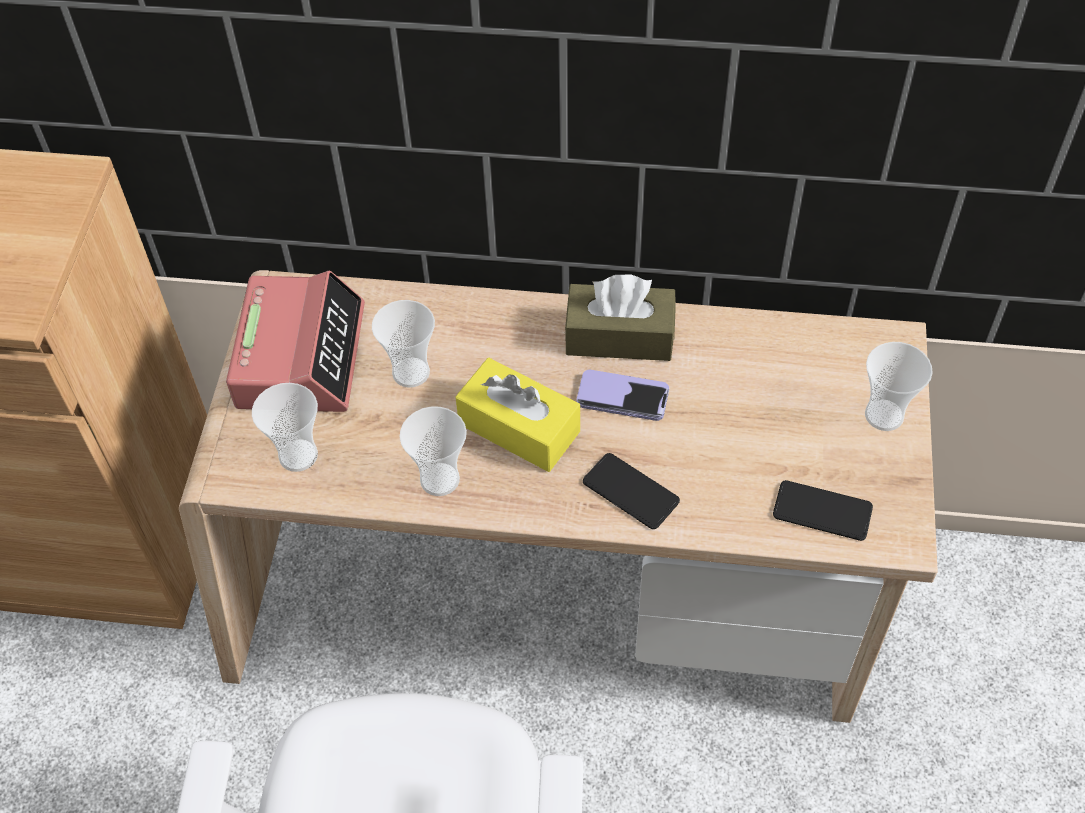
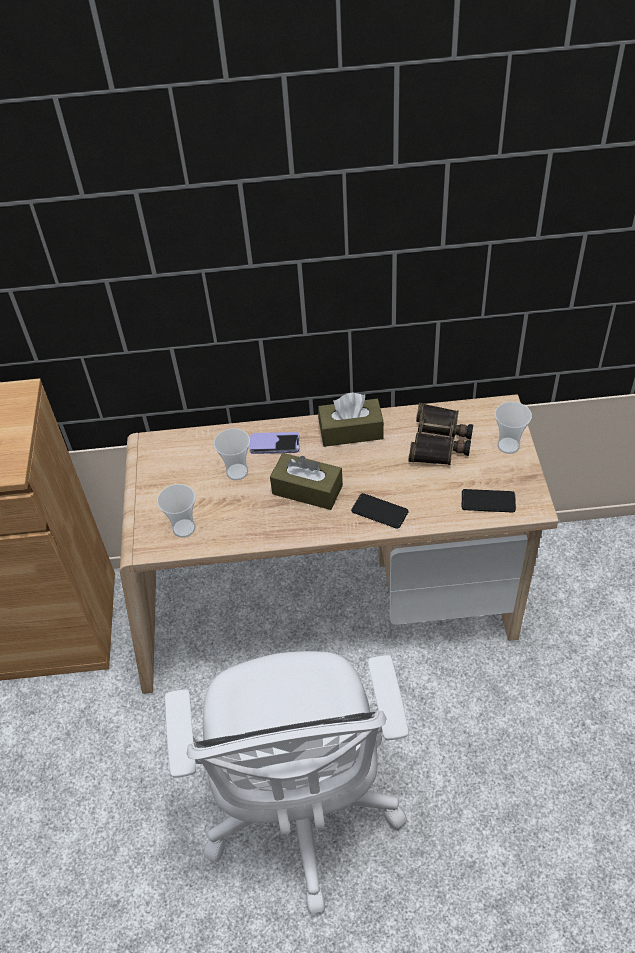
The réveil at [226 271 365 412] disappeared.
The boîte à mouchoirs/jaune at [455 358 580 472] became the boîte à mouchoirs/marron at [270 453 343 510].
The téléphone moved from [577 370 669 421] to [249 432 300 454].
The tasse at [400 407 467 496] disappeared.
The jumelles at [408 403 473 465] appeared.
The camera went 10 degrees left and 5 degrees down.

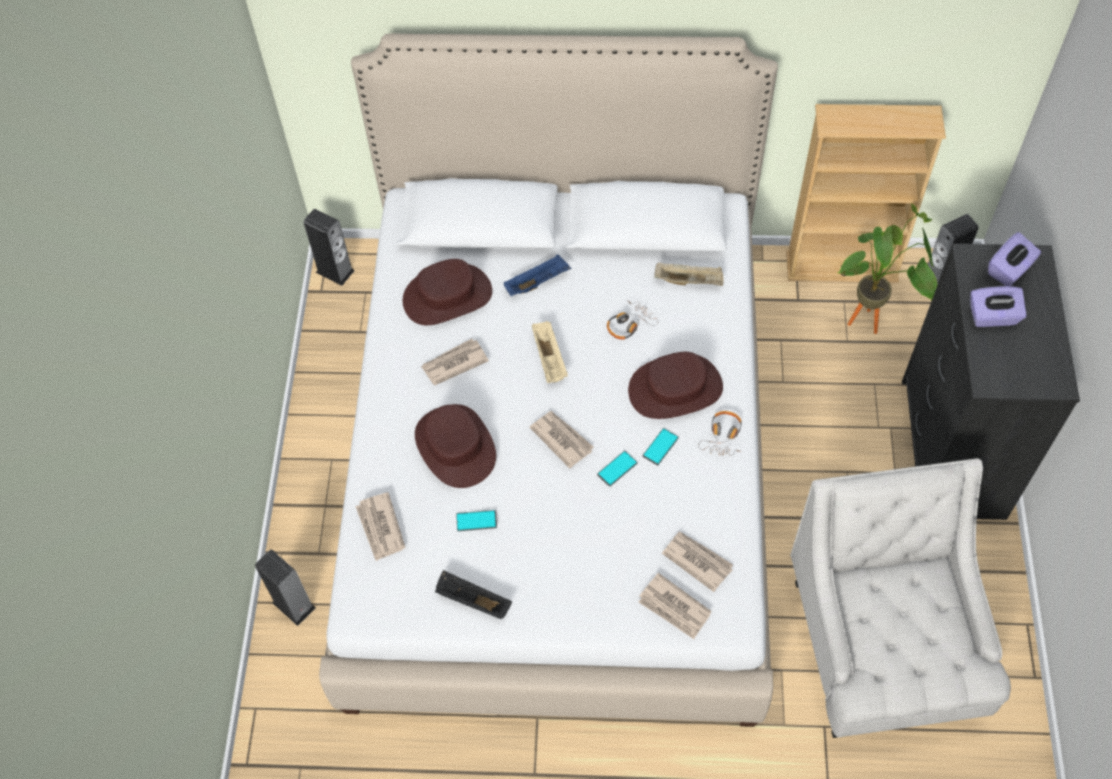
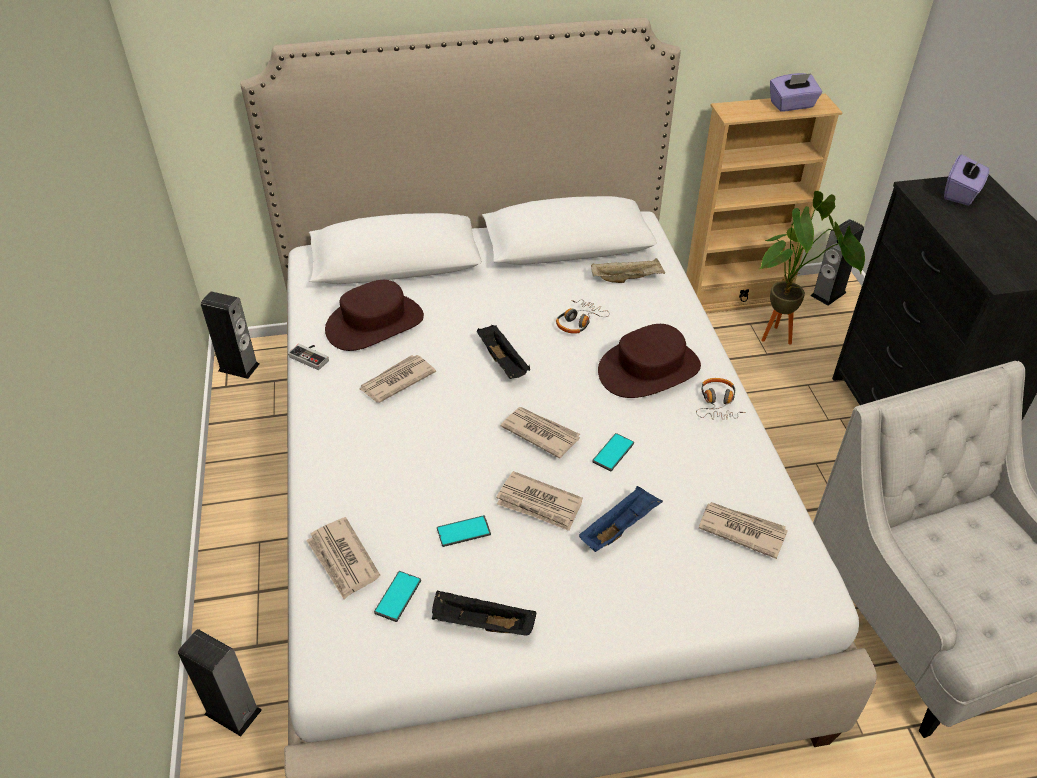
The plateau/bleu moved from [504 254 571 296] to [579 486 663 552].
The boîte à mouchoirs/violet moved from [970 286 1027 327] to [770 73 822 112].
The plateau/beige at [532 321 568 383] became the plateau/noir at [477 325 530 379].
The chapeau/marron at [415 404 496 488] disappeared.
The téléphone moved from [643 428 679 466] to [374 571 421 622].
The journal moved from [639 573 712 639] to [496 471 583 531].
The manette at [288 344 329 370] appeared.
The camera went 15 degrees left and 15 degrees down.

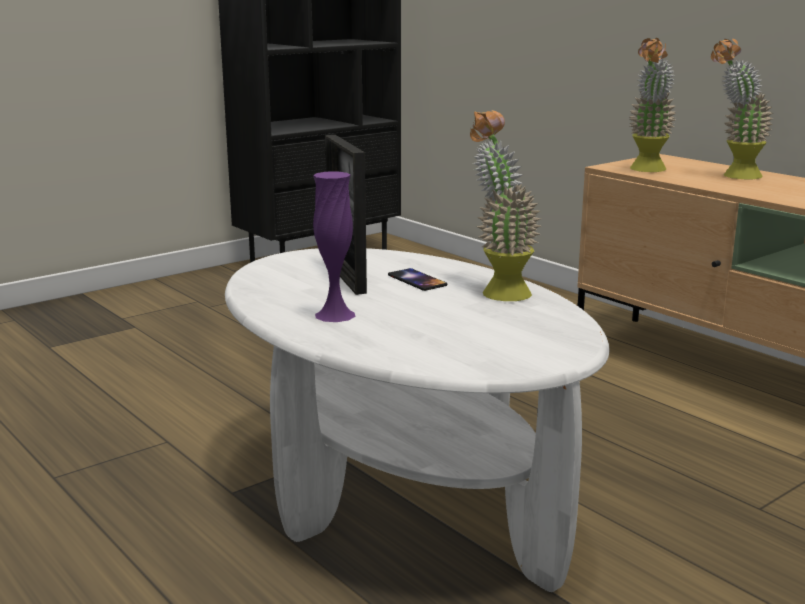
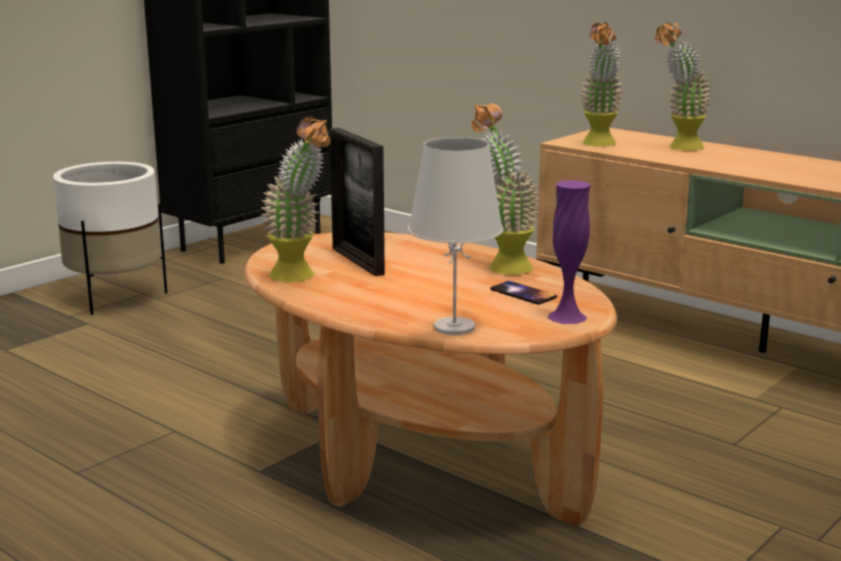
The vase/violet moved from [313 171 356 322] to [548 180 591 324].
The table basse/blanc at [225 248 609 592] became the table basse/marron at [244 233 617 526].
The téléphone moved from [388 268 448 291] to [490 281 557 305].
The plante en pot at [260 116 331 282] appeared.
The lampe de table/blanc at [408 137 503 335] appeared.
The cache-pot/blanc at [53 162 167 315] appeared.
The camera went 10 degrees left and 0 degrees up.

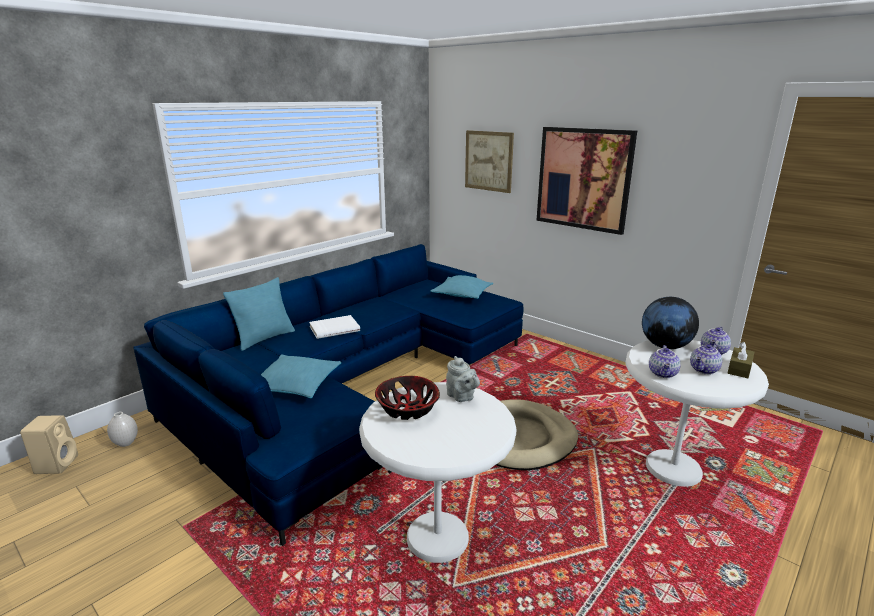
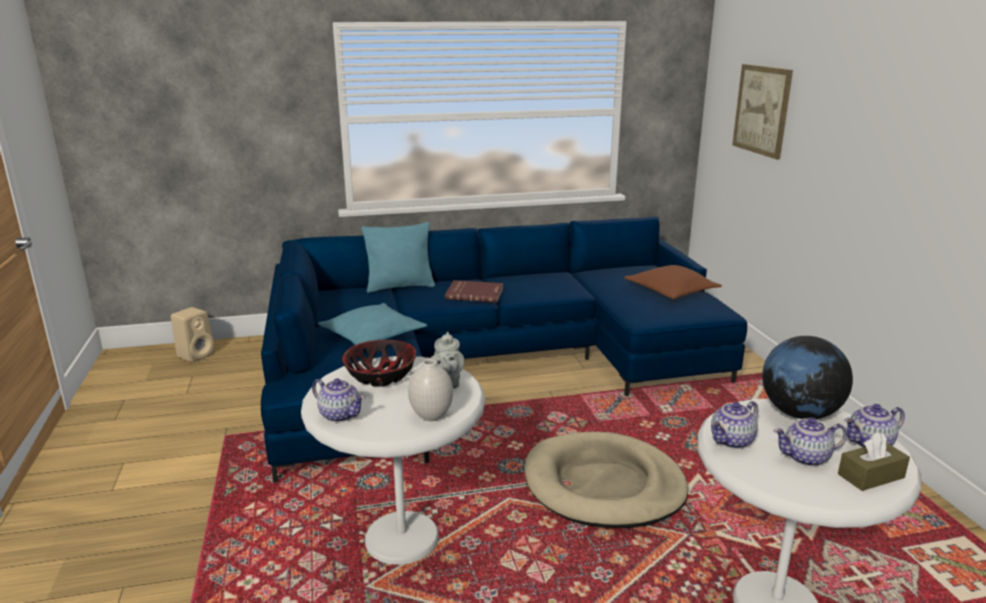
The tableau at [536 127 637 235] disappeared.
The coussin/turquoise at [431 275 493 299] became the coussin/marron at [624 265 722 299].
The livre/blanc at [309 315 360 339] became the livre/rouge at [445 280 504 303].
The vase/blanc moved from [107 412 138 447] to [408 359 453 421].
The théière at [312 378 365 422] appeared.
The camera went 35 degrees right and 0 degrees up.

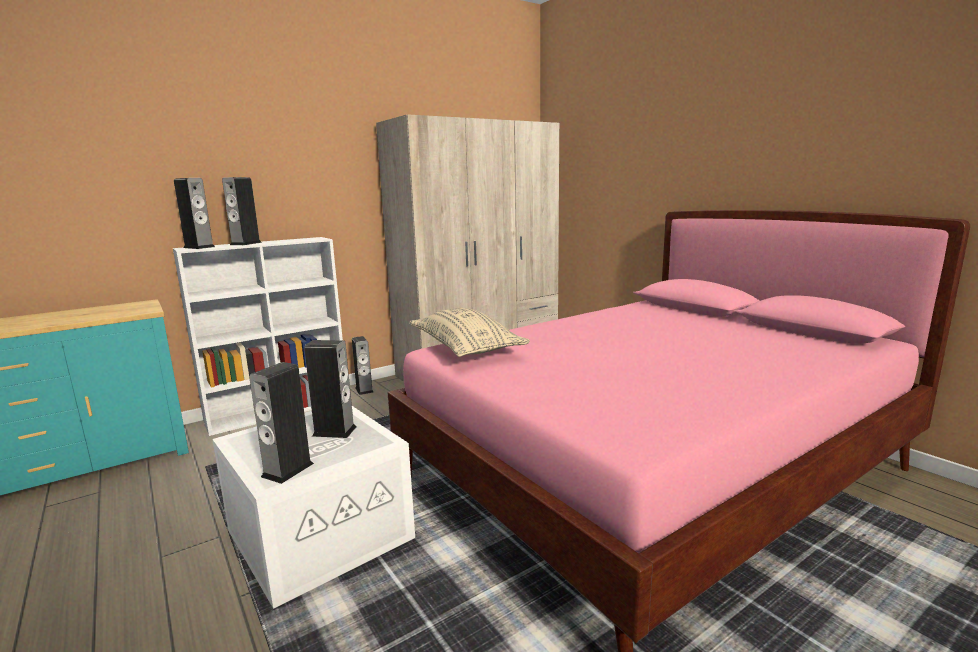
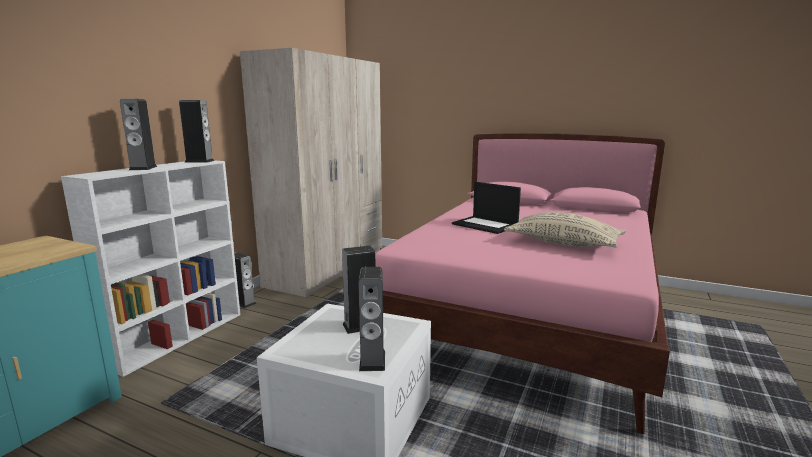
The enceinte moved from [174 178 215 249] to [179 100 214 163].
The coussin/beige moved from [409 308 530 357] to [504 212 626 248].
The ordinateur portable at [452 182 521 234] appeared.
The camera went 30 degrees left and 0 degrees up.

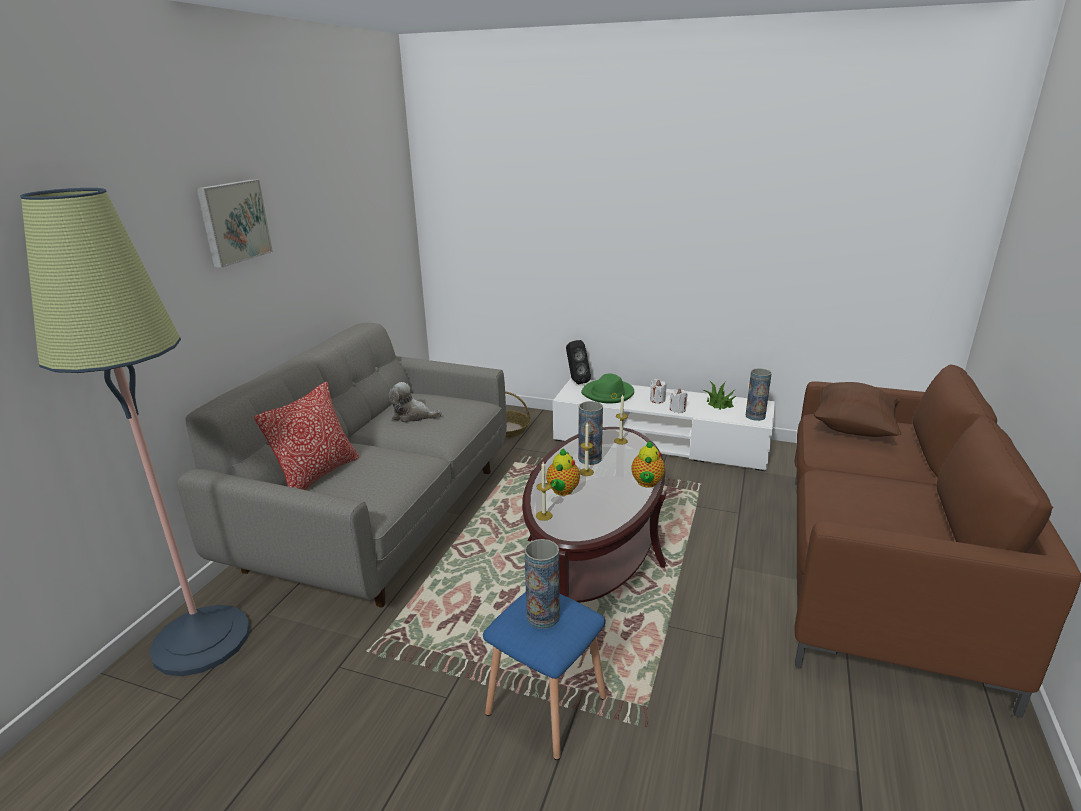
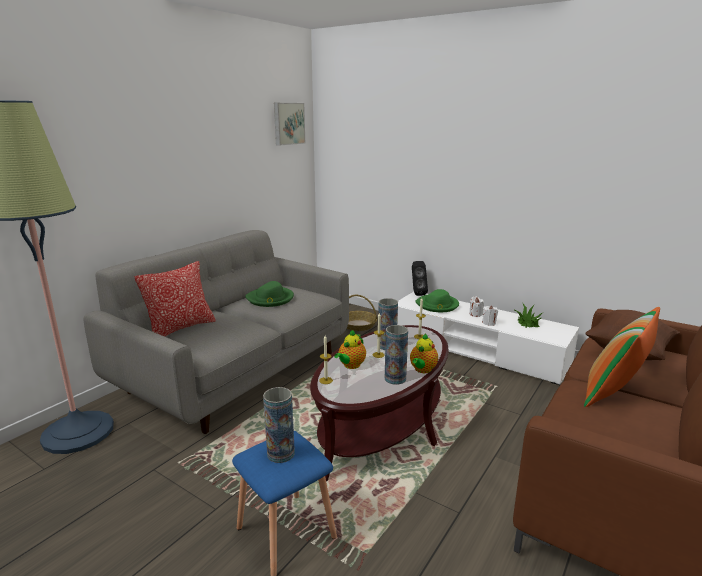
The tableau moved from [196 179 273 268] to [274 103 305 146].
The vase moved from [746 368 772 421] to [385 325 408 385].
The peluche at [389 382 442 423] was replaced by the chapeau/vert at [245 281 294 307].
The coussin at [584 307 660 407] appeared.
The camera went 15 degrees right and 5 degrees down.

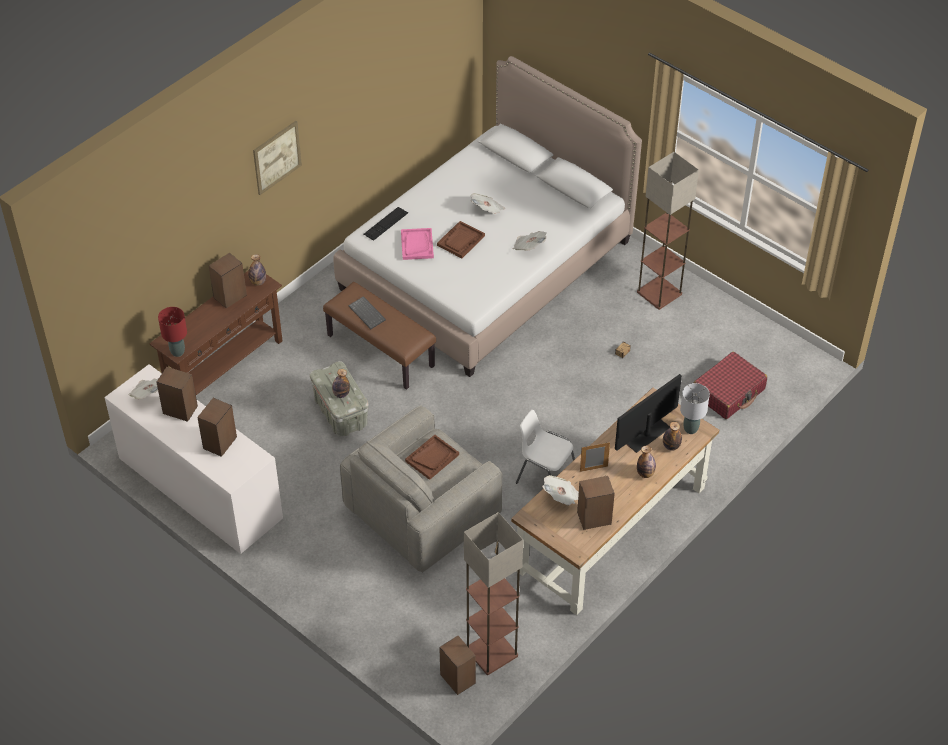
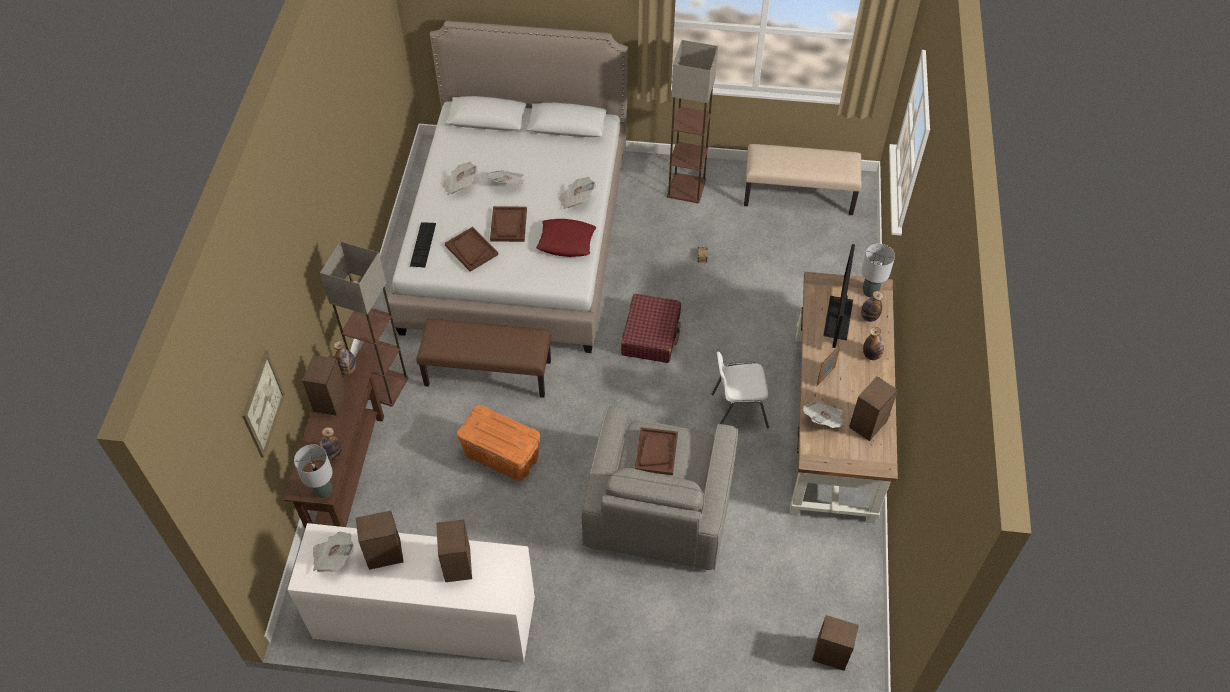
The tableau moved from [253 121 302 195] to [242 351 285 458].
The plateau/rose at [401 228 434 260] became the plateau/marron at [445 227 498 272].
The clavier at [348 296 386 329] disappeared.
The lampe de table/rouge at [158 307 187 357] became the lampe de table/gris at [294 444 333 498].
The valise/rouge moved from [694 351 767 419] to [621 294 681 363].
The boîte de rangement/gris at [310 361 369 437] became the boîte de rangement/orange at [457 405 540 481].
The bouteille moved from [332 369 350 398] to [319 427 342 461].
The lampadaire moved from [464 512 523 675] to [320 241 408 407].
The banc/beige at [744 144 862 215] appeared.
The journal at [441 162 477 195] appeared.
The coussin/rouge at [536 219 596 257] appeared.
The camera went 35 degrees left and 5 degrees up.

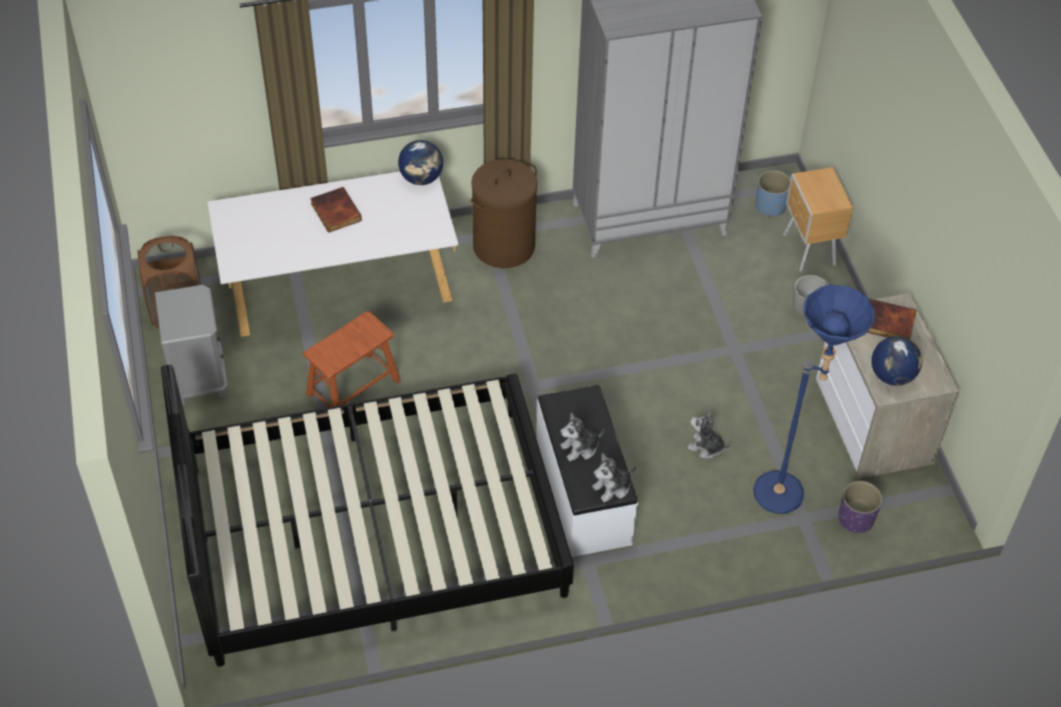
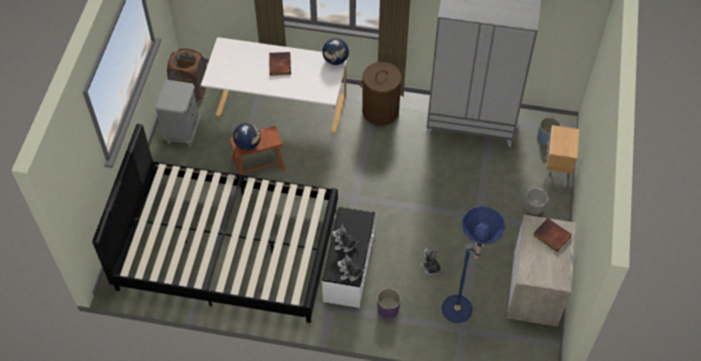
The globe moved from [871 336 922 386] to [233 123 261 150].
The cache-pot/violet moved from [838 481 882 533] to [377 288 401 319].
The camera went 25 degrees right and 5 degrees up.

